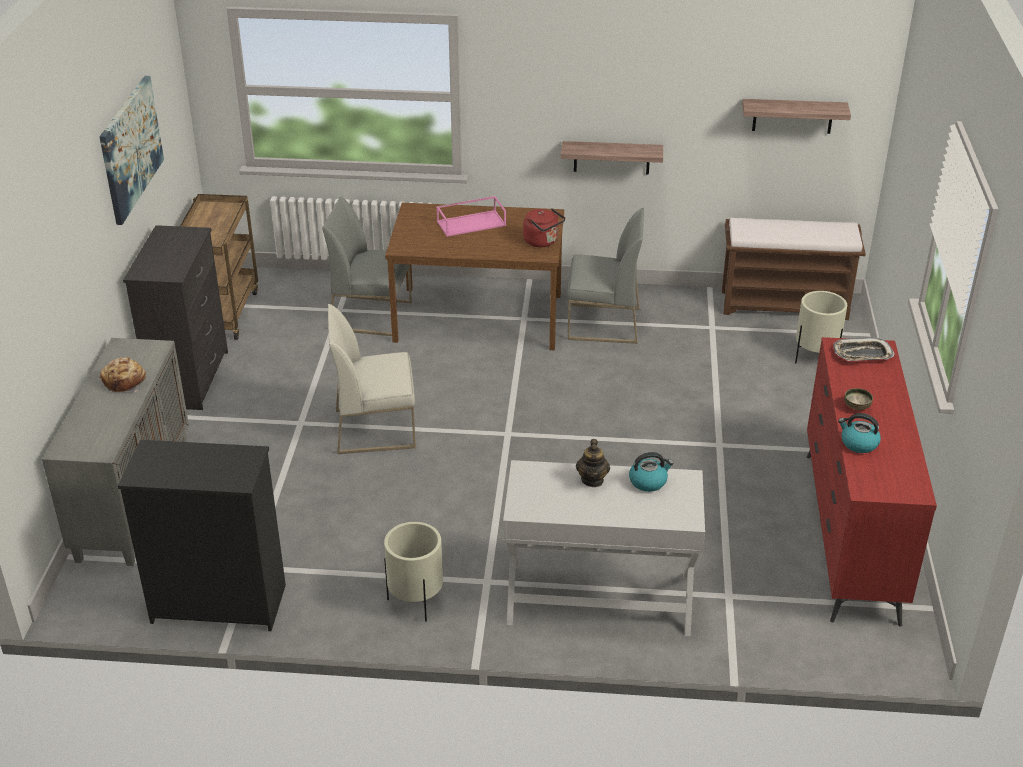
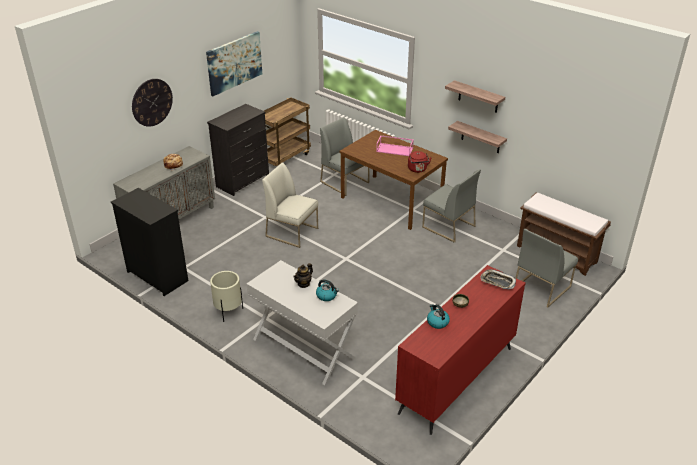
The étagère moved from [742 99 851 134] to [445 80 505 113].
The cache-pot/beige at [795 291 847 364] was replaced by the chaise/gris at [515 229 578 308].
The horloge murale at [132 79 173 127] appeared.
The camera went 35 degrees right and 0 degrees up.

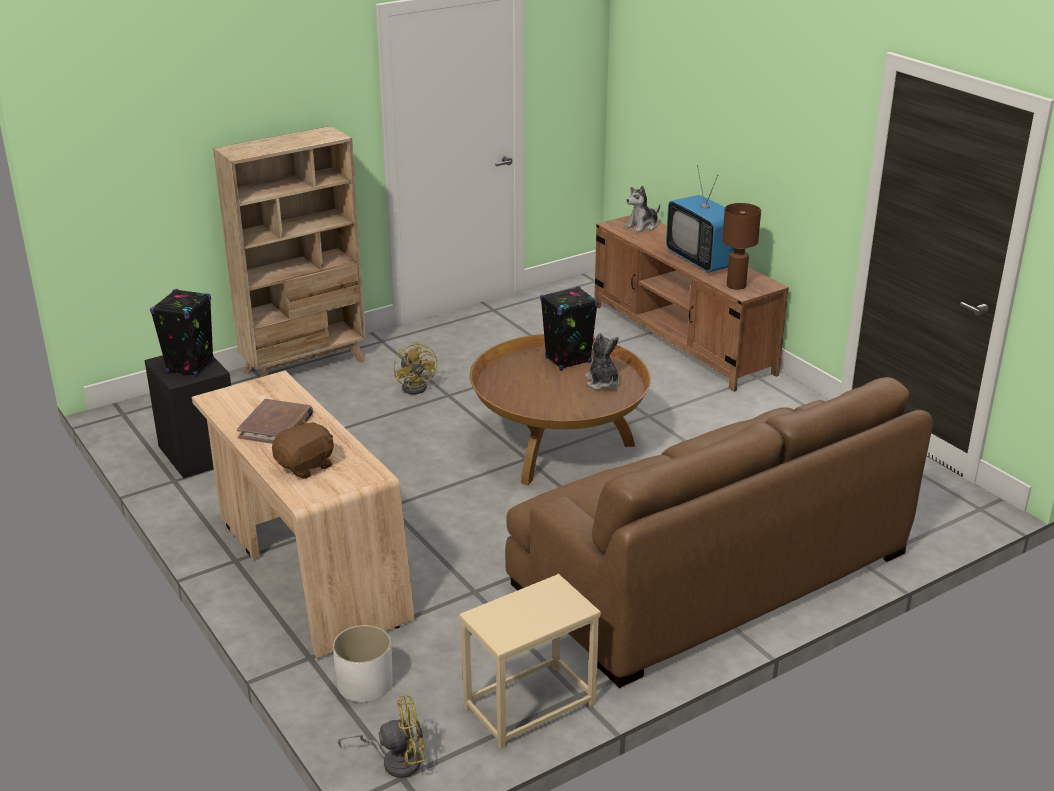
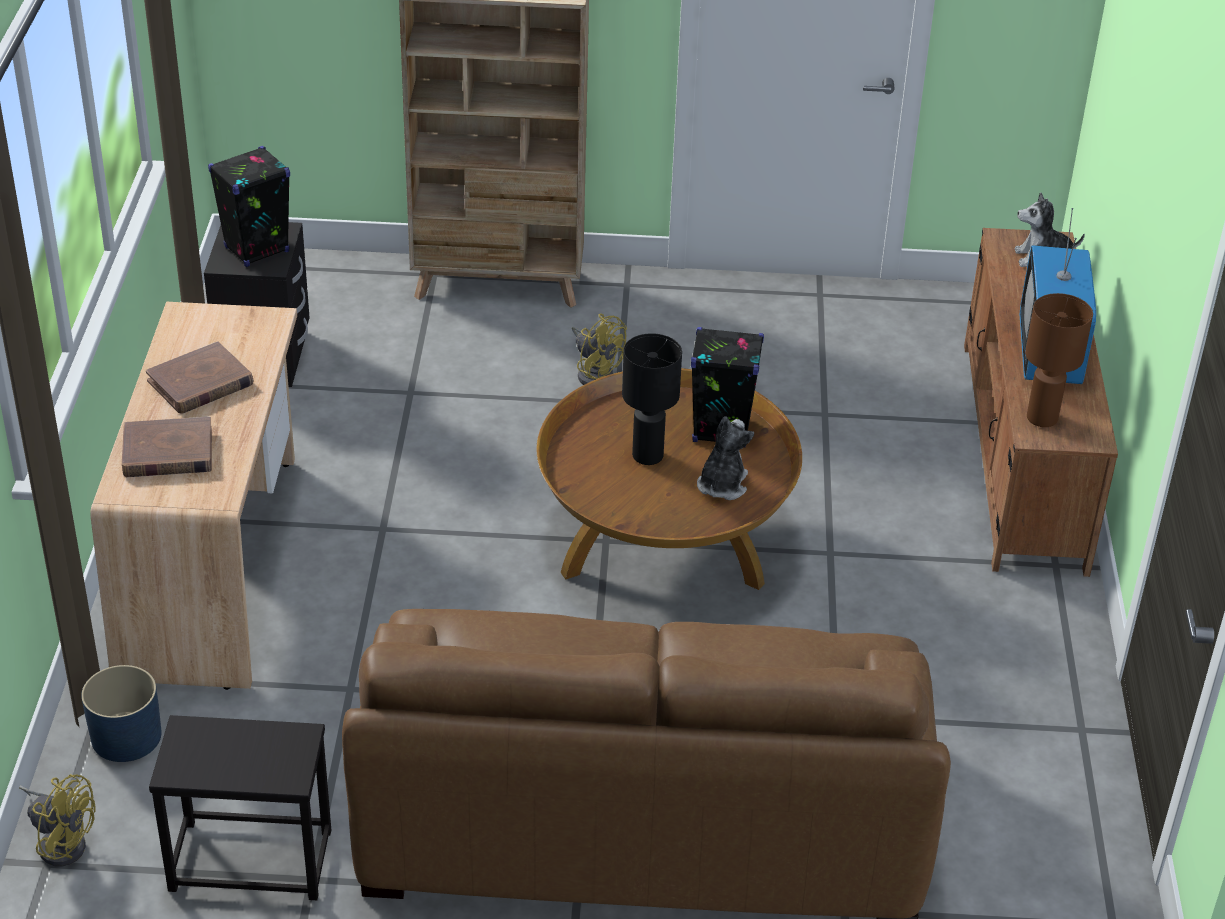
The ventilateur/jaune at [394 341 437 394] turned 60 degrees counterclockwise.
The peluche/marron at [272 420 334 479] was replaced by the livre/marron at [122 417 212 477].
The table d'appoint/beige at [459 574 601 749] became the table d'appoint/noir at [149 715 331 900].
The cache-pot/blanc at [333 625 393 702] became the cache-pot/bleu at [81 665 162 762].
The lampe de table/noir at [622 333 682 465] appeared.
The camera went 35 degrees right and 10 degrees up.

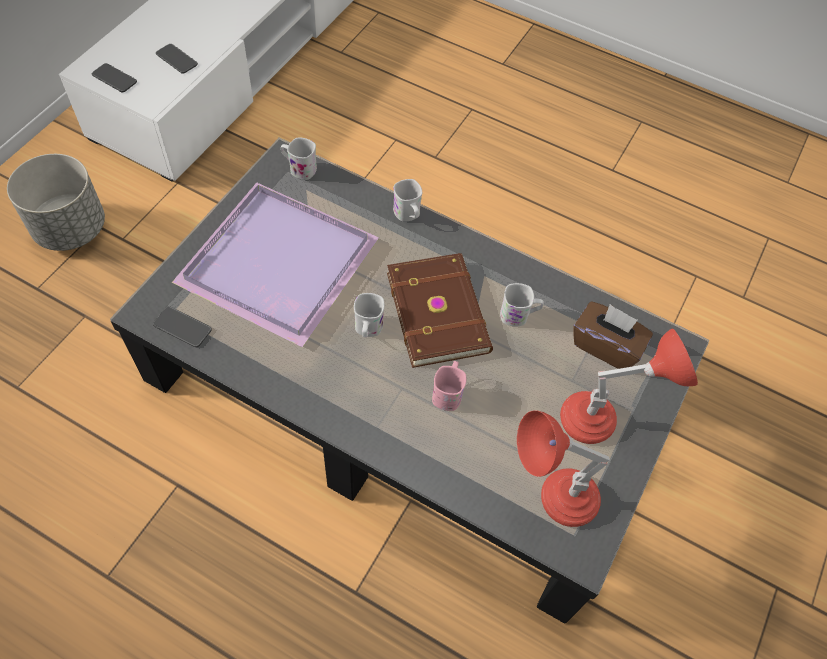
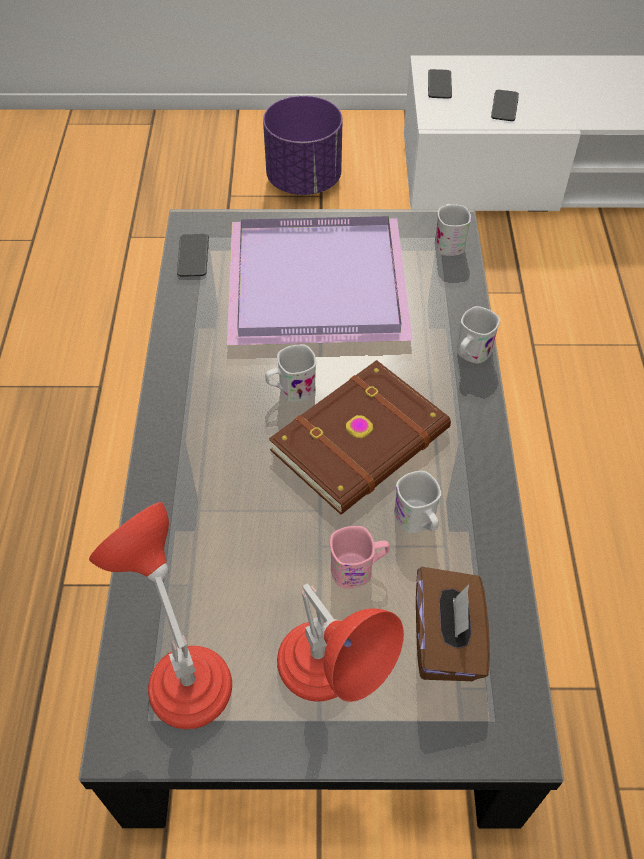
The cache-pot/gris at [7 154 105 251] became the cache-pot/violet at [263 96 343 195].
The mug/rose moved from [432 361 466 411] to [330 526 389 589].
The camera went 65 degrees right and 5 degrees down.

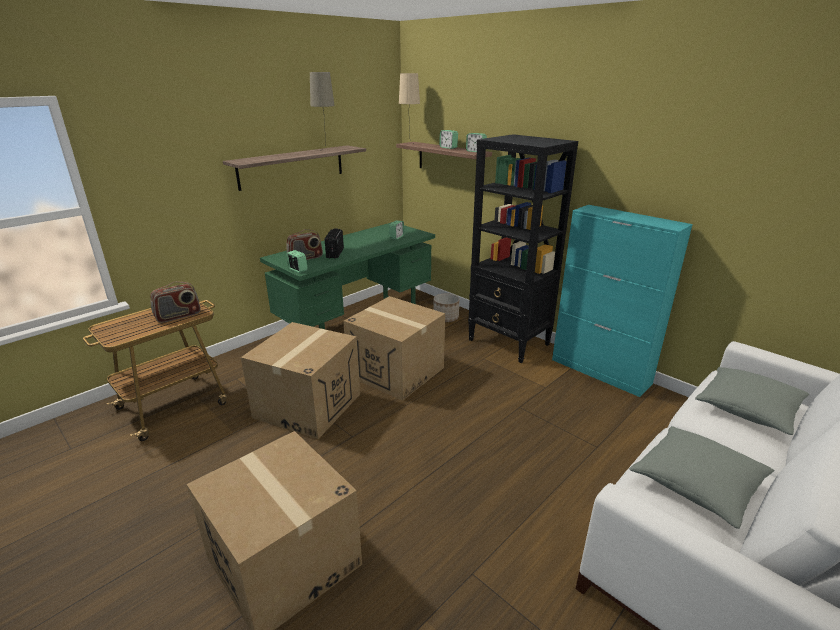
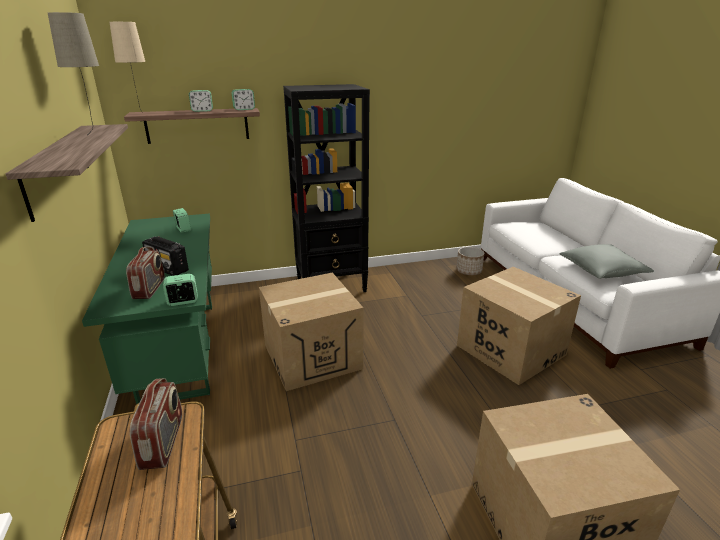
The meuble de rangement/turquoise at [552 205 693 397] disappeared.
The cache-pot moved from [433 293 459 322] to [456 247 484 275].
The carton moved from [241 322 360 439] to [457 267 581 385].
The coussin/gris at [695 367 809 435] disappeared.
The camera went 60 degrees left and 0 degrees up.

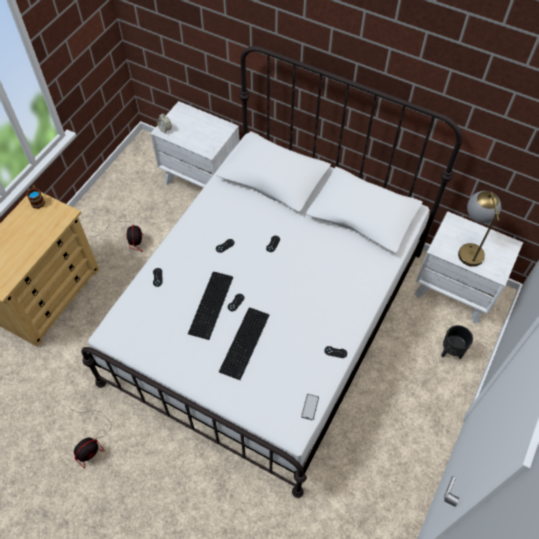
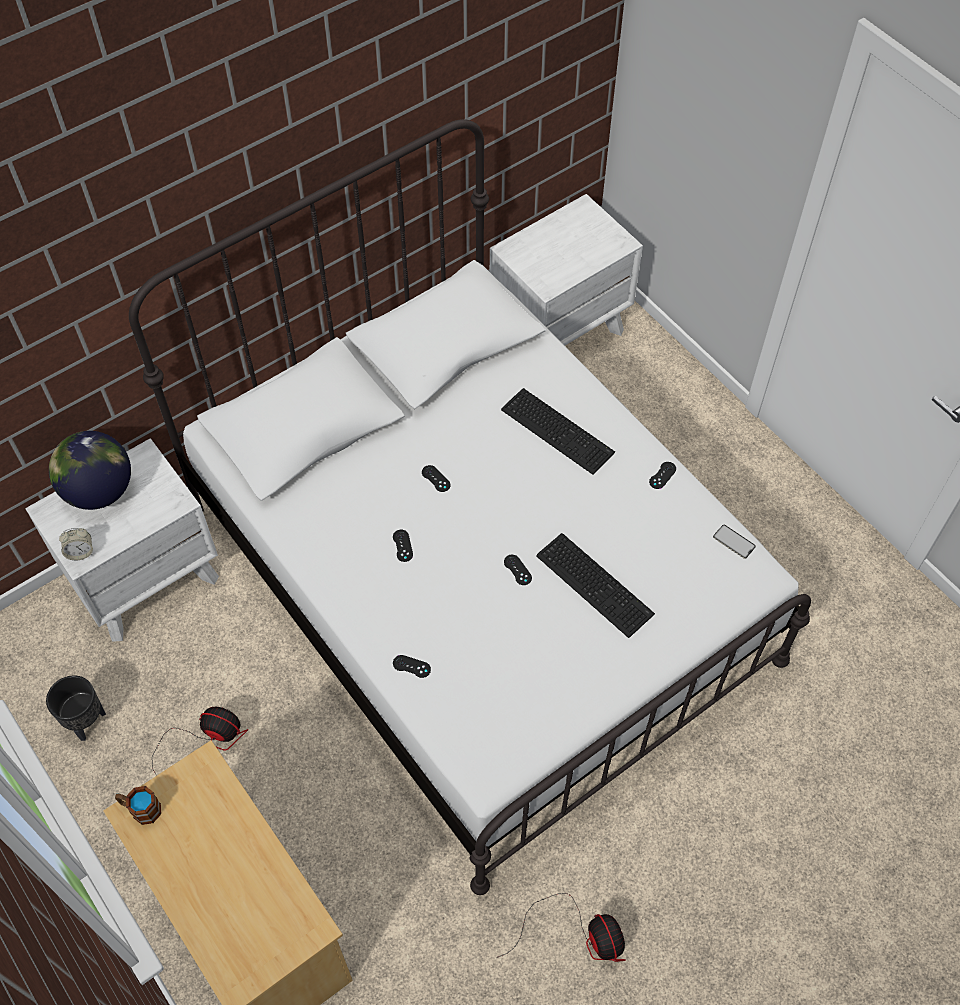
The lampe de table at [458 191 501 267] disappeared.
The clavier moved from [188 272 233 340] to [501 388 615 475].
The cache-pot/noir moved from [441 325 473 359] to [46 675 106 741].
The globe at [49 431 131 510] appeared.
The camera went 65 degrees left and 0 degrees up.

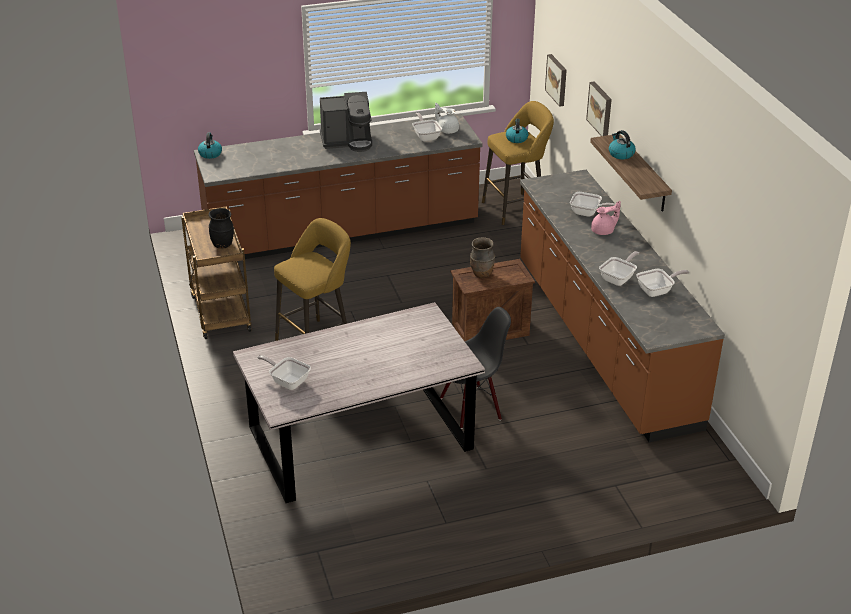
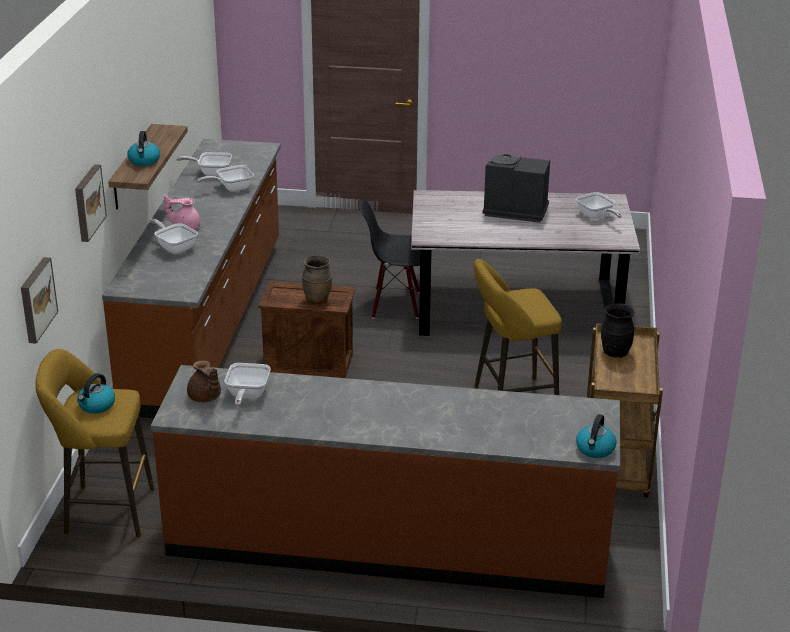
The machine à café moved from [320 92 372 152] to [482 154 550 223].
The théière/blanc at [435 103 459 134] became the théière/marron at [187 361 221 402].
The camera went 155 degrees left and 5 degrees down.

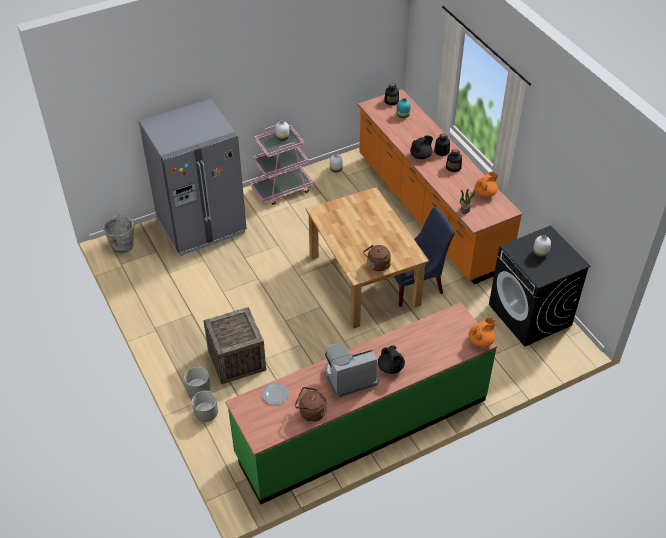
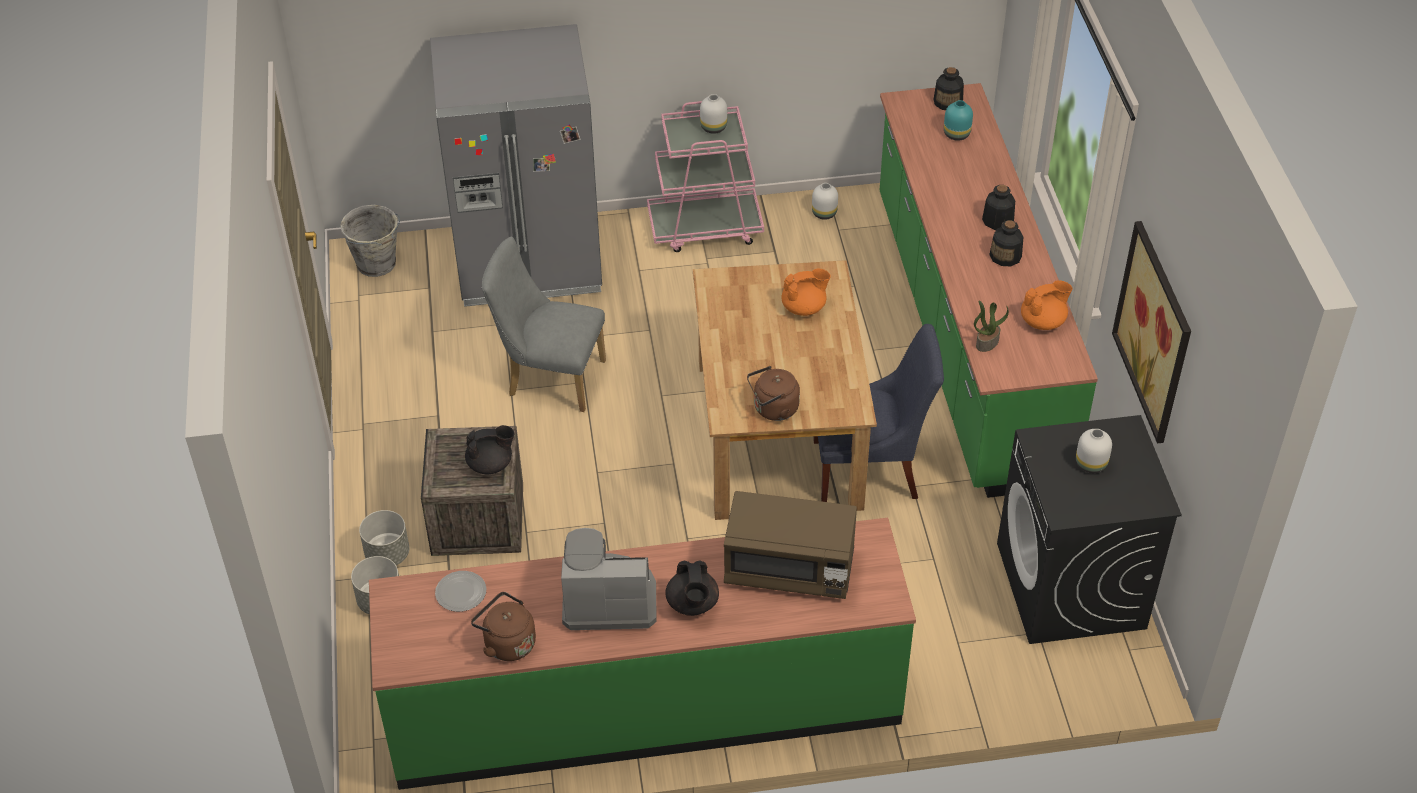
The comptoir de cuisine/orange at [358 89 522 284] became the comptoir de cuisine/vert at [880 83 1098 498].
The théière/noir moved from [410 135 433 159] to [465 425 514 474].
The théière/orange moved from [468 317 496 347] to [782 268 831 316].
The tableau at [1112 221 1191 444] appeared.
The chaise/gris at [482 237 606 412] appeared.
The micro-ondes/marron at [724 491 857 599] appeared.
The camera went 20 degrees right and 0 degrees up.

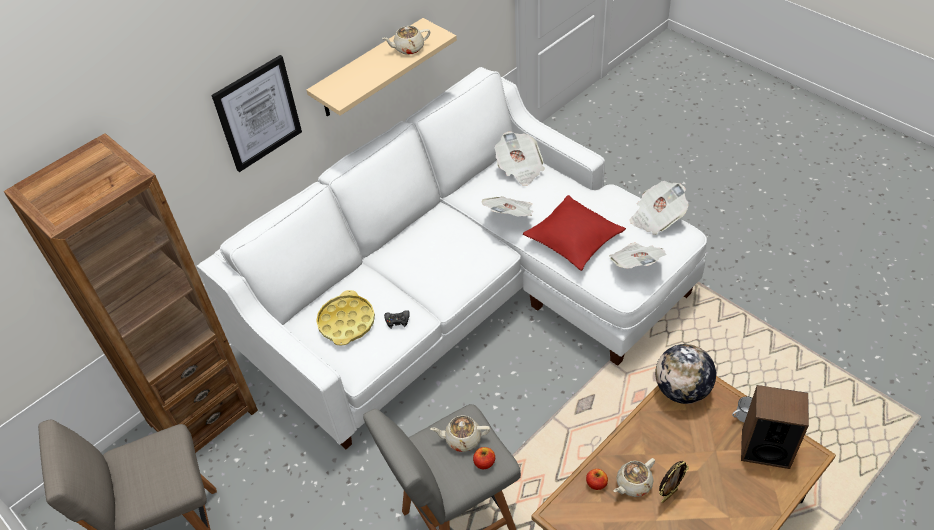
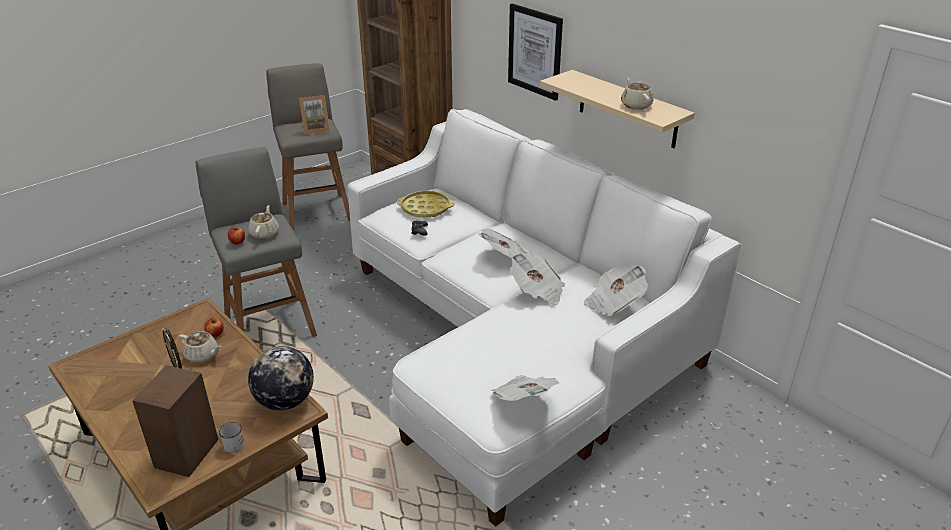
The coussin/rouge at [523 195 626 271] disappeared.
The journal moved from [609 243 666 269] to [479 229 527 259].
The théière/beige at [614 458 655 497] turned 150 degrees clockwise.
The cadre photo at [299 95 330 134] appeared.
The camera went 90 degrees right and 15 degrees down.

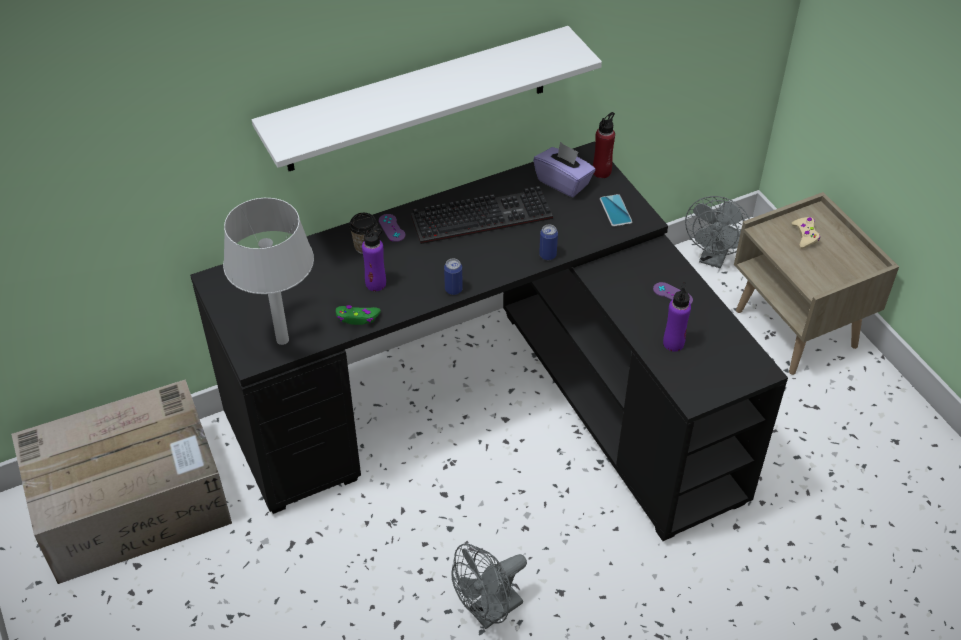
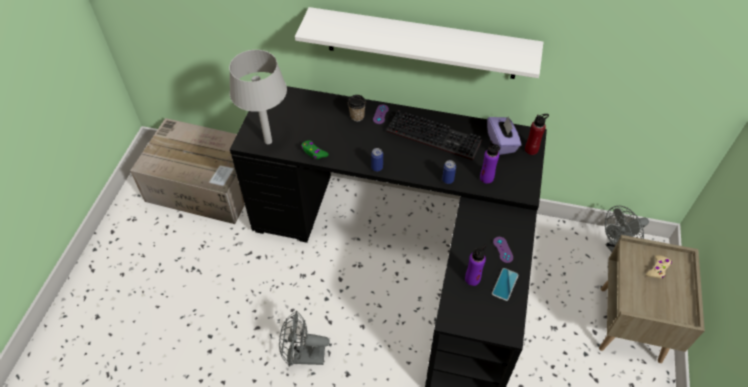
The téléphone moved from [600 194 632 227] to [492 268 519 301].
The bouteille/violet moved from [362 227 386 291] to [480 141 500 184].
The camera went 40 degrees right and 5 degrees up.

